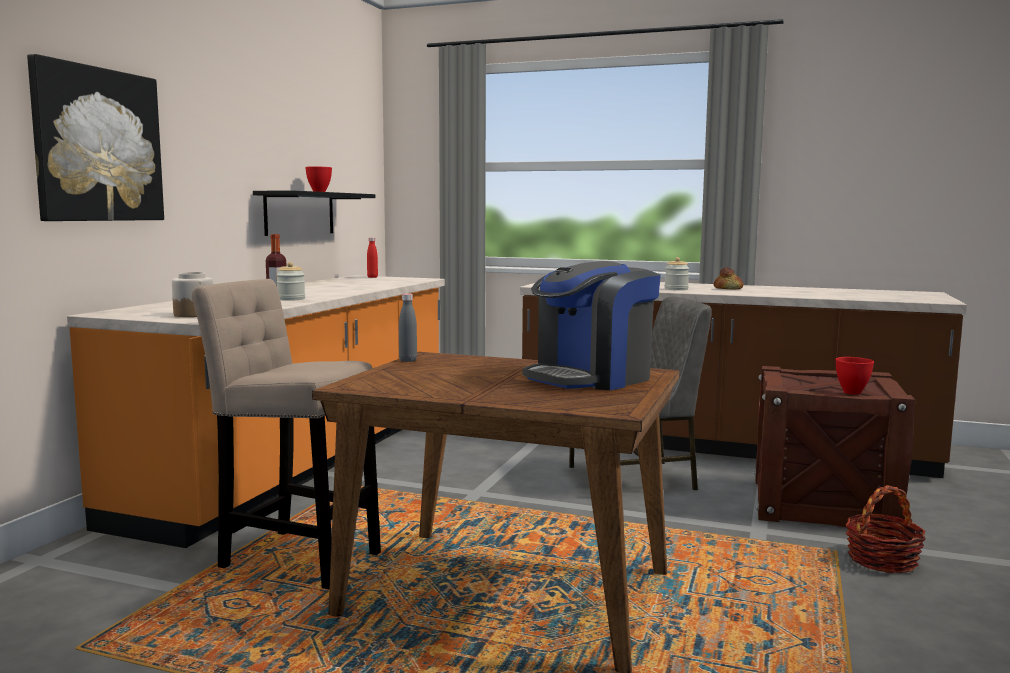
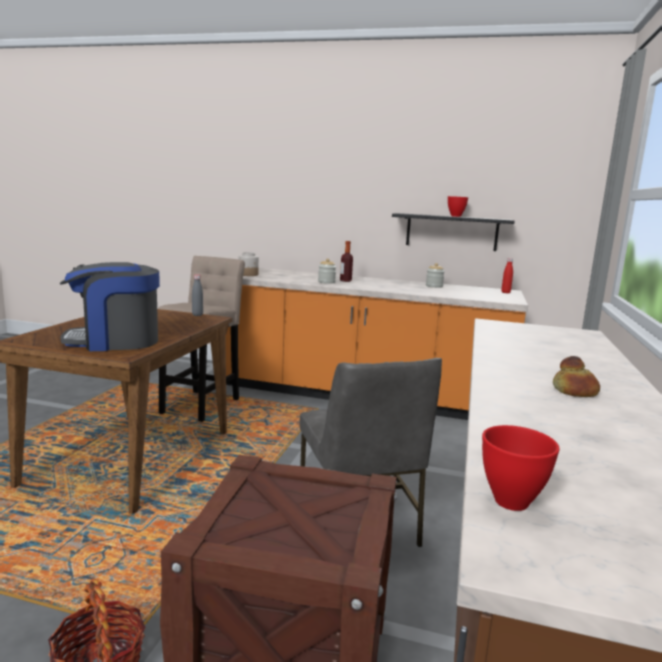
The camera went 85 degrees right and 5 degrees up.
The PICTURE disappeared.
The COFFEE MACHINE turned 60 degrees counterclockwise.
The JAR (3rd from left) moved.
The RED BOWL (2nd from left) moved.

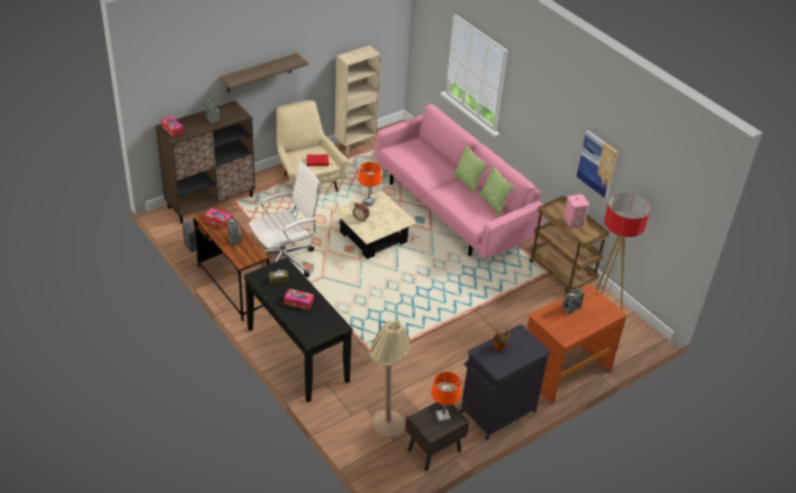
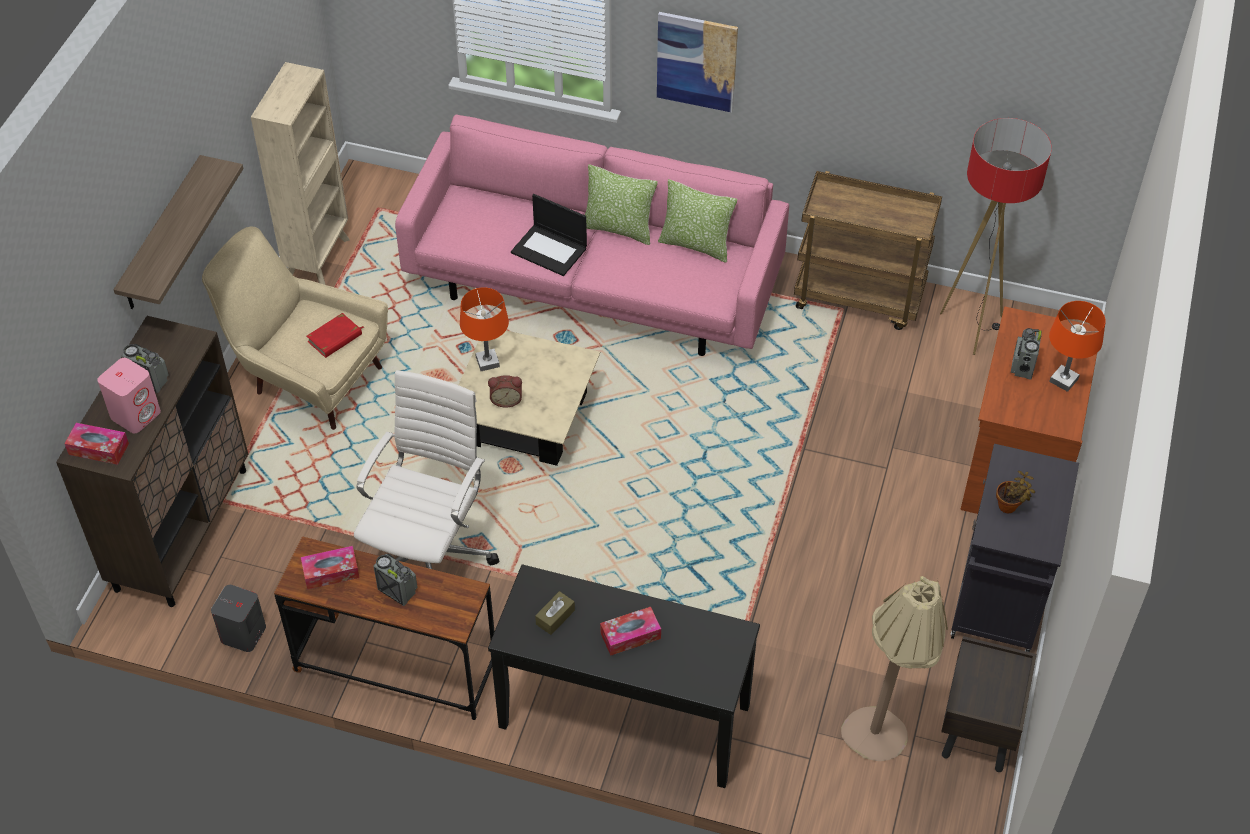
The camera went 35 degrees left and 10 degrees up.
The ORANGE TABLE LAMP (2nd from left) moved.
The PINK SPEAKER moved.
The PICTURE moved.
The LAPTOP appeared.

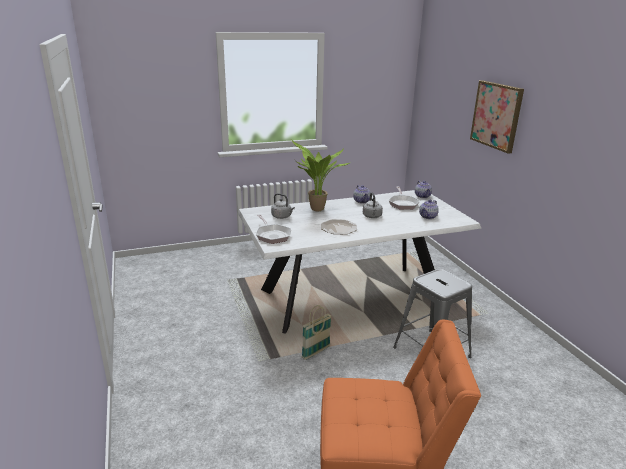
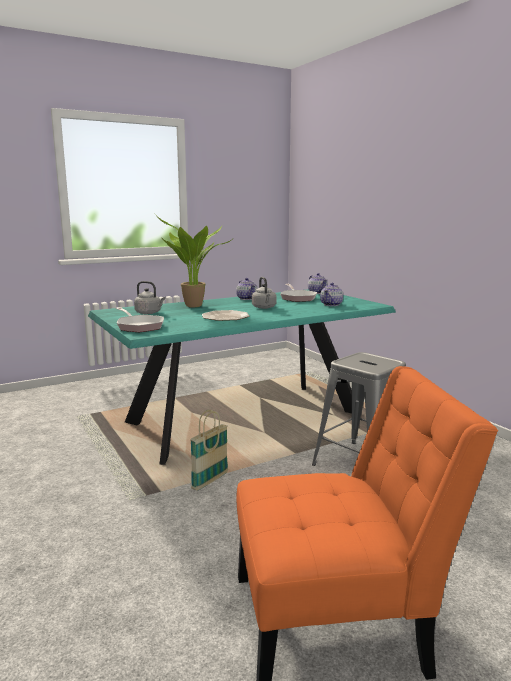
The camera went 10 degrees left and 10 degrees down.
The WHITE DINING TABLE became the TURQUOISE DINING TABLE.
The PICTURE disappeared.

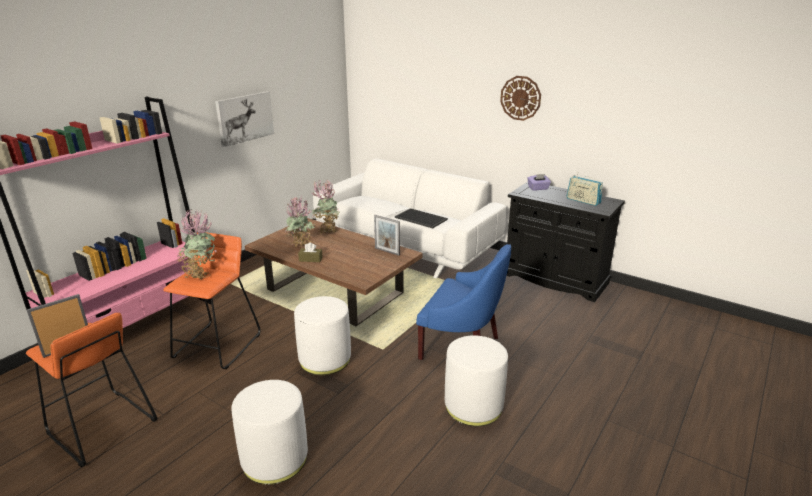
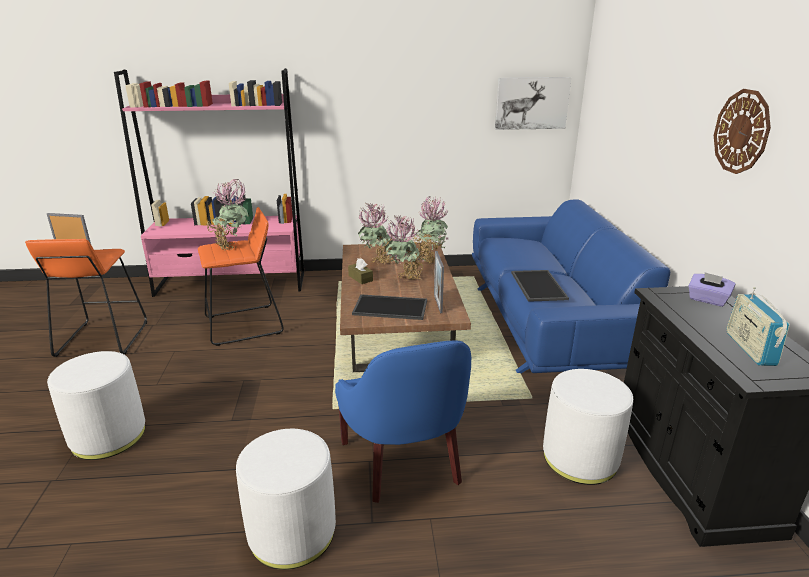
The camera went 50 degrees right and 0 degrees up.
The PICTURE moved.
The WHITE OTTOMAN (2nd from left in the first image) moved.
The WHITE SOFA became the BLUE SOFA.
The TRAY (1st from left) appeared.
The POTTED PLANT (3rd from left) appeared.

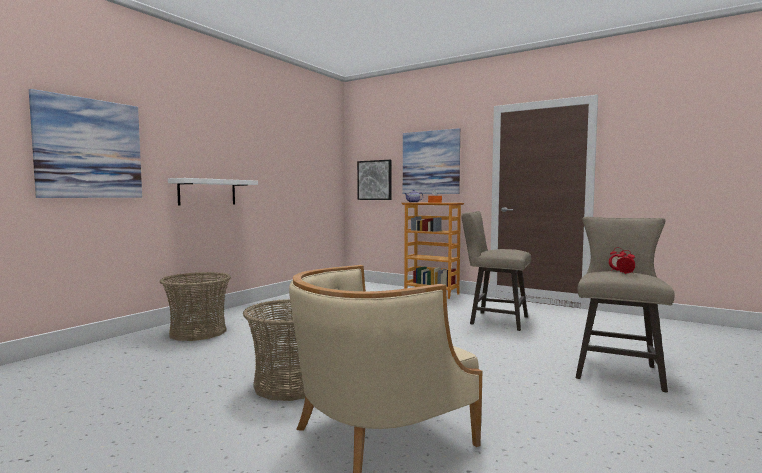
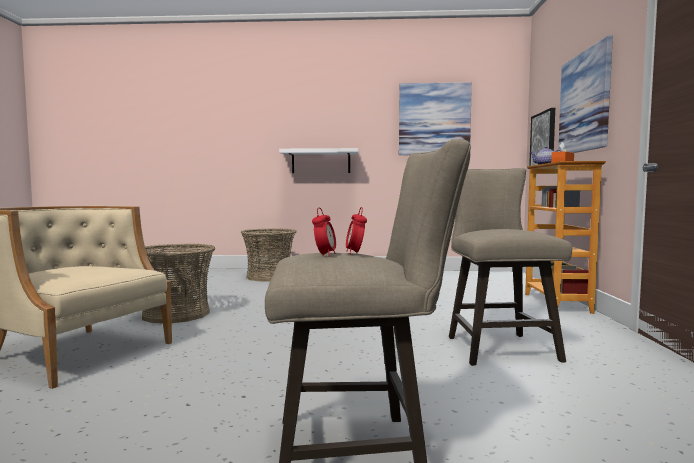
The camera went 60 degrees right and 0 degrees up.
The PICTURE (1st from left) moved.

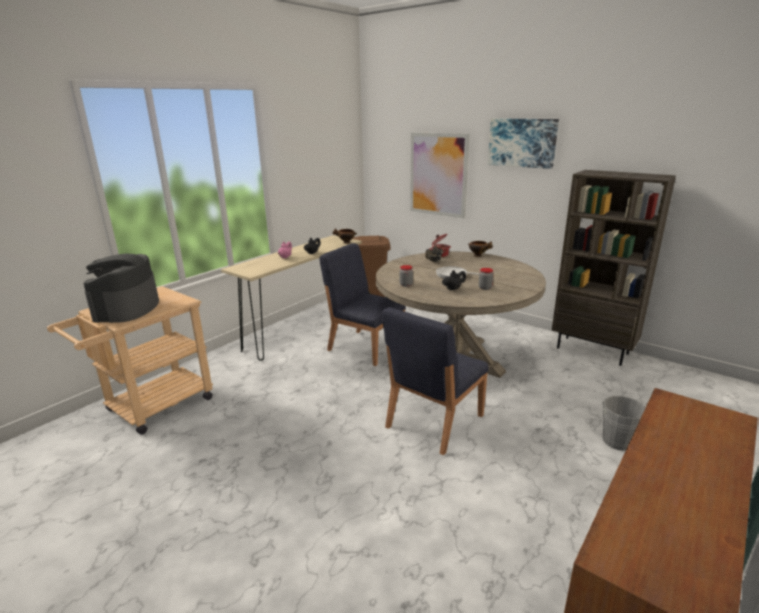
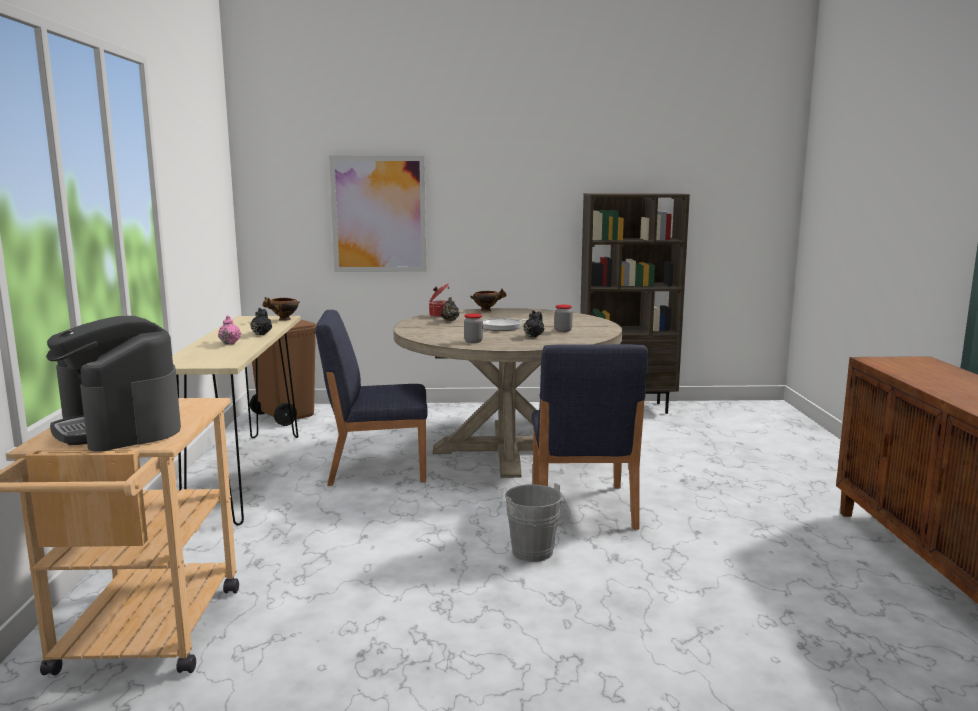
The camera went 40 degrees left and 10 degrees down.
The PICTURE (2nd from left) disappeared.
The GREY BUCKET moved.

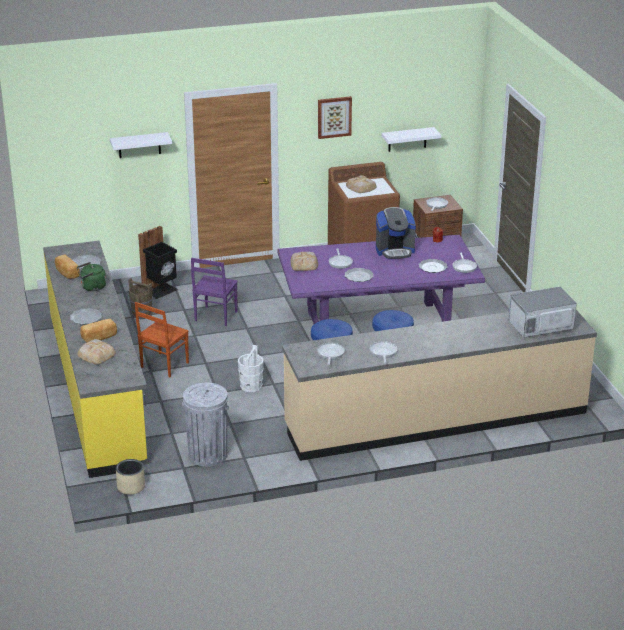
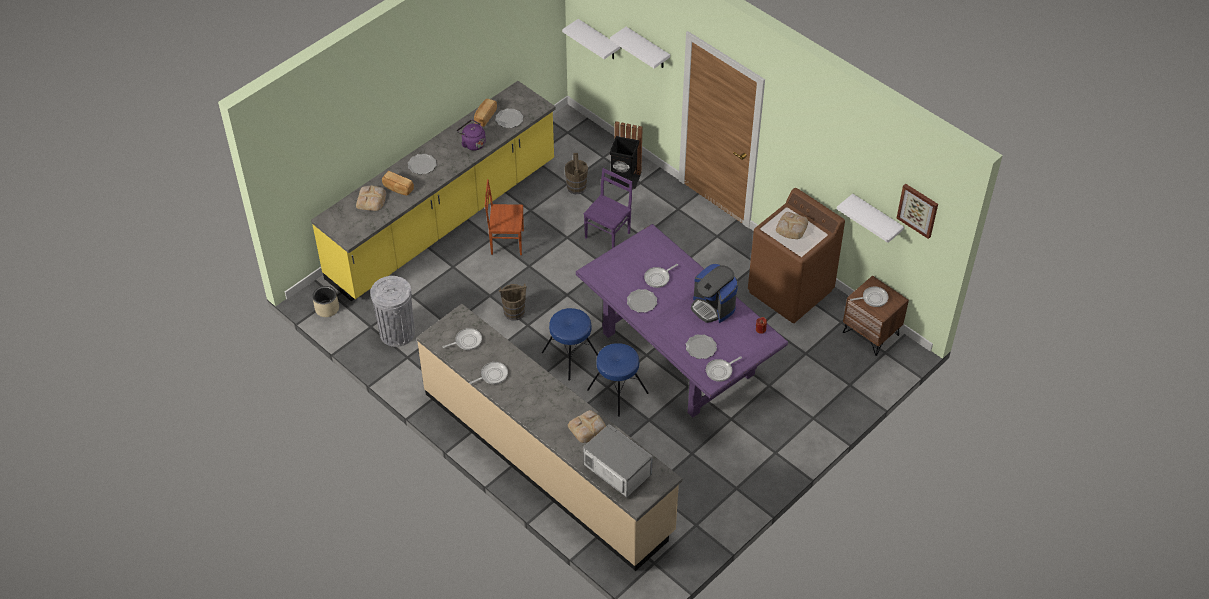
The camera went 60 degrees right and 20 degrees up.
The GREEN KETTLE became the PURPLE KETTLE.
The PURPLE CHAIR turned 135 degrees clockwise.
The WHITE BUCKET became the BROWN BUCKET (1st from left).
The BREAD (4th from left) moved.
The PICTURE moved.
The WHITE SHELF (1st from left) appeared.

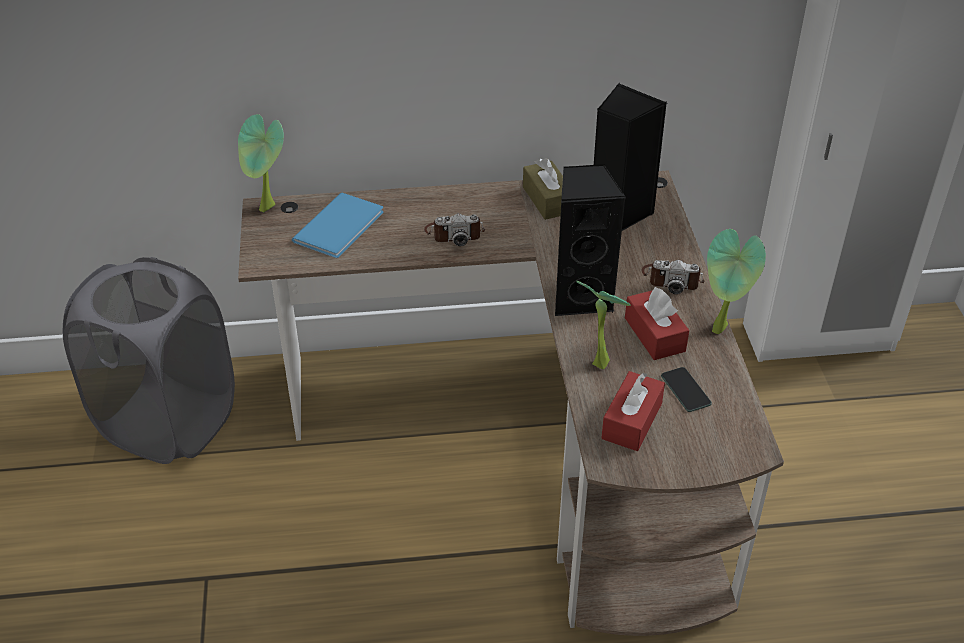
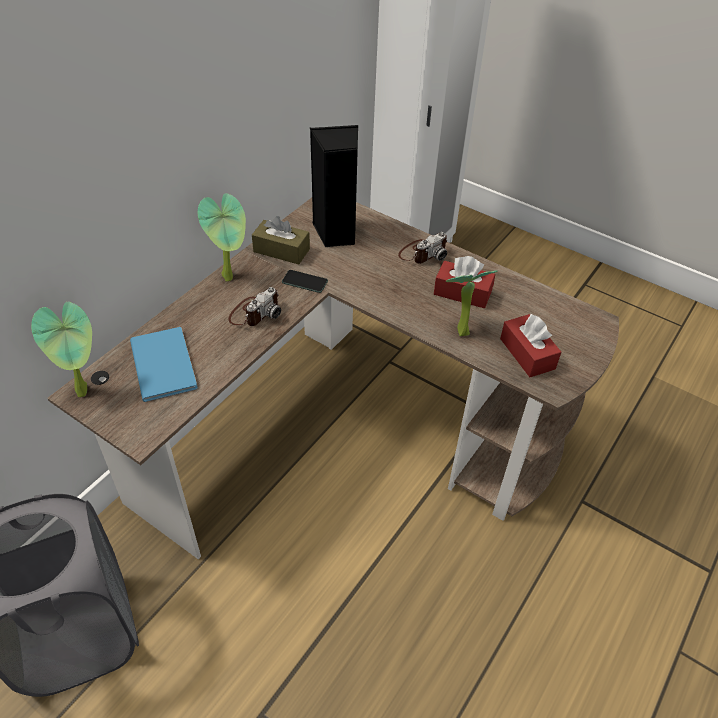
The camera went 50 degrees left and 5 degrees up.
The BLACK SPEAKER (1st from left) disappeared.
The PHONE moved.
The POTTED PLANT (3rd from left in the first image) moved.

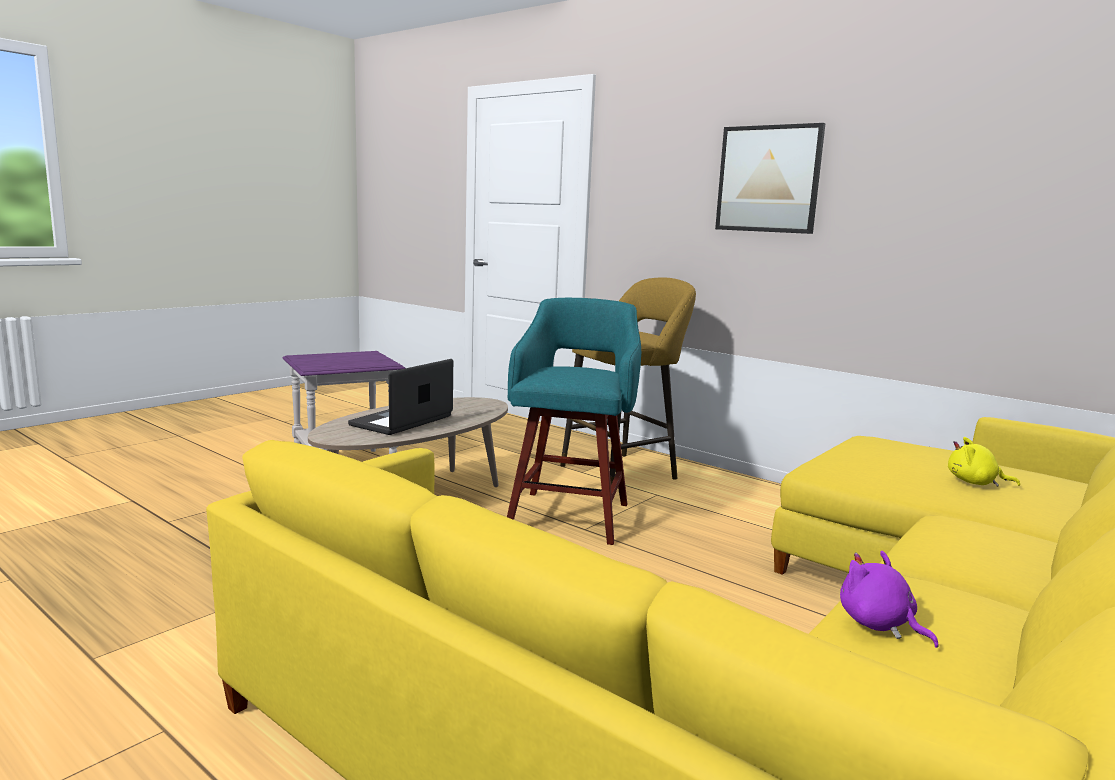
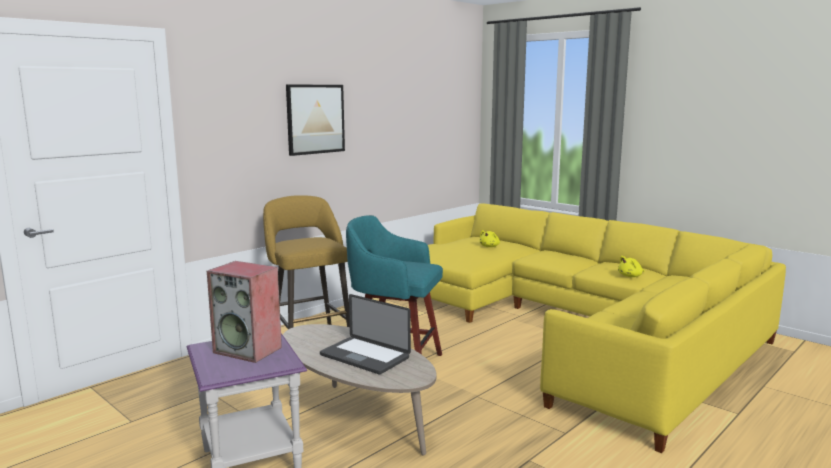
The camera went 85 degrees left and 0 degrees up.
The PURPLE PLUSH TOY became the YELLOW PLUSH TOY (2nd from left).
The SPEAKER appeared.

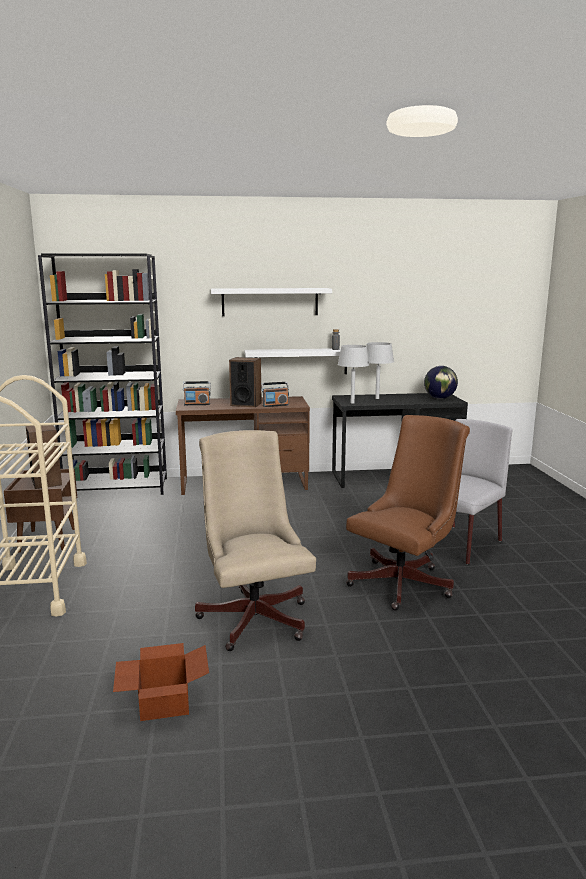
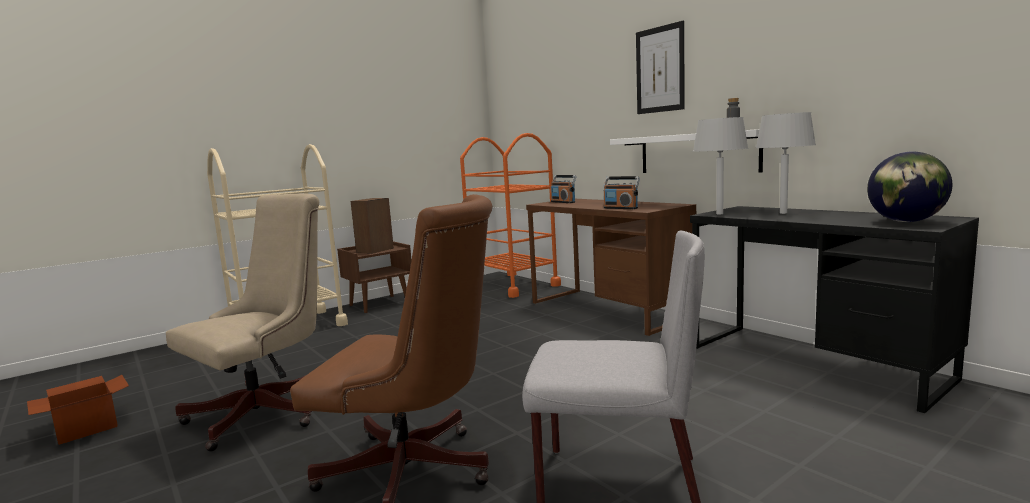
The camera went 60 degrees right and 5 degrees down.
The BLACK BOOKCASE was replaced by the ORANGE CART.
The WHITE SHELF (1st from left) was replaced by the PICTURE.
The SPEAKER (2nd from left) disappeared.

